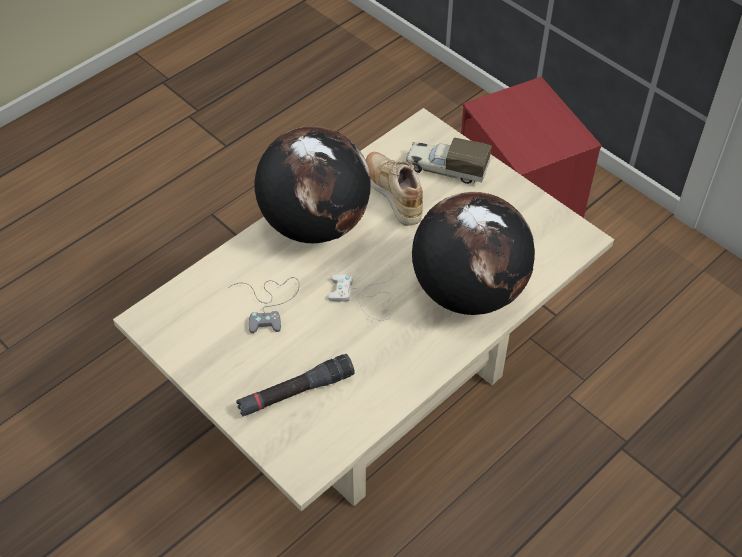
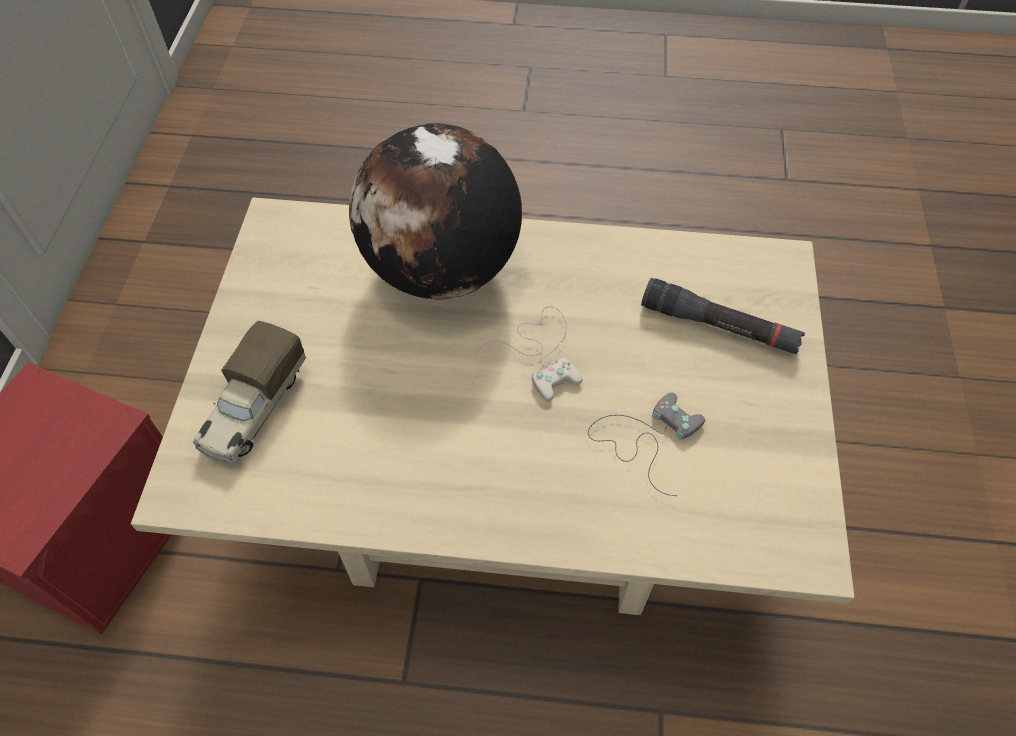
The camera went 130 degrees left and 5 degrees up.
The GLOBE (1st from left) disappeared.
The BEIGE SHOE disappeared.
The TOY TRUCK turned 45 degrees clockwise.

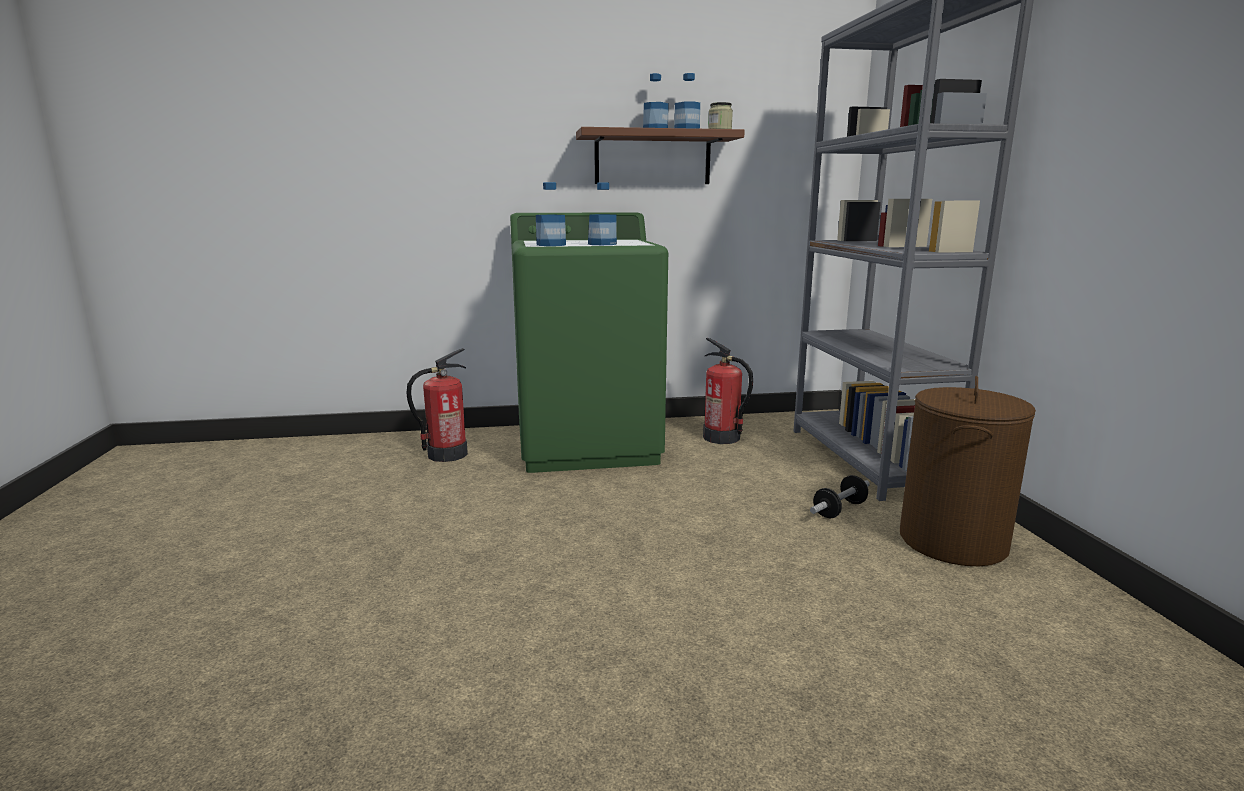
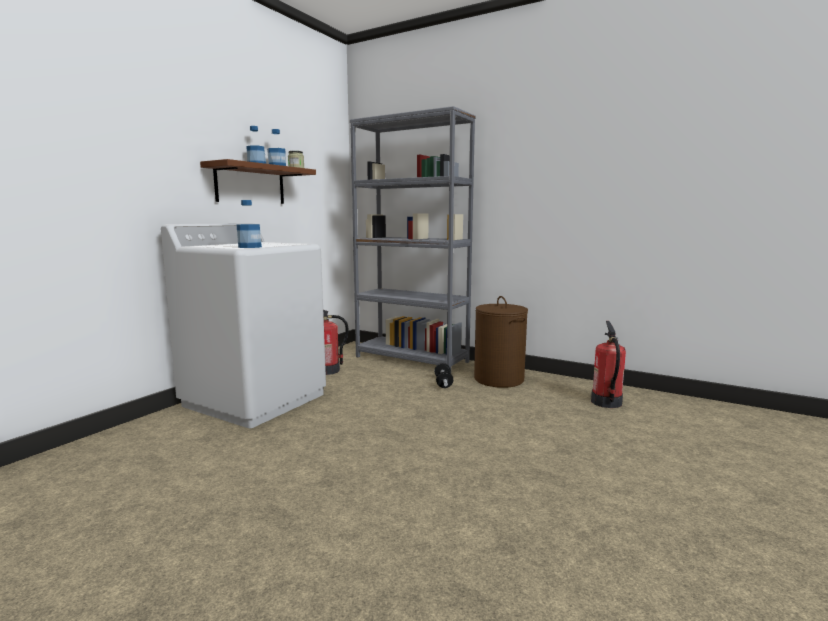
The camera went 50 degrees left and 5 degrees down.
The FIRE EXTINGUISHER (1st from left in the first image) moved.
The GREEN WASHING MACHINE became the WHITE WASHING MACHINE.
The BOTTLE (2nd from left) disappeared.

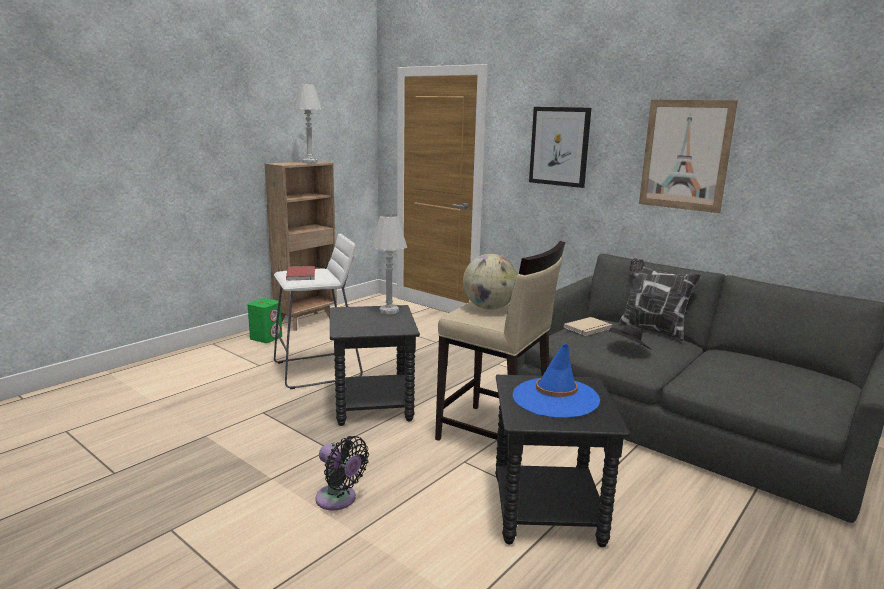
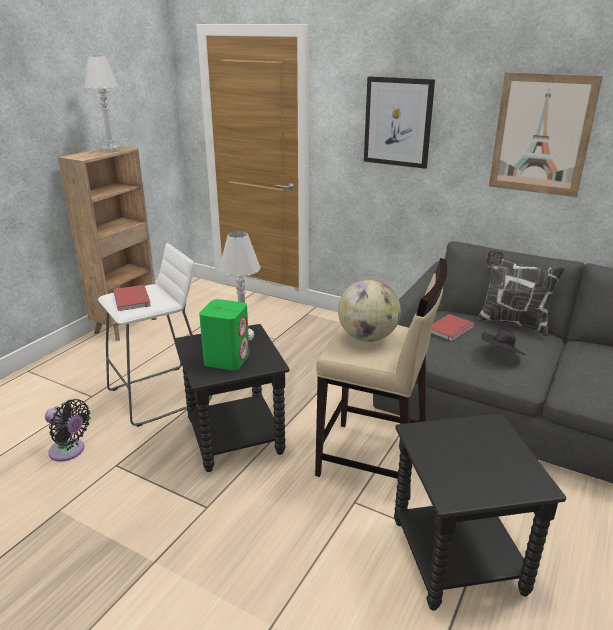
The camera went 10 degrees left and 10 degrees up.
The GREEN SPEAKER moved.
The BLACK FAN moved.
The BLUE HAT disappeared.
The BEIGE BOOK became the RED BOOK (2nd from left).

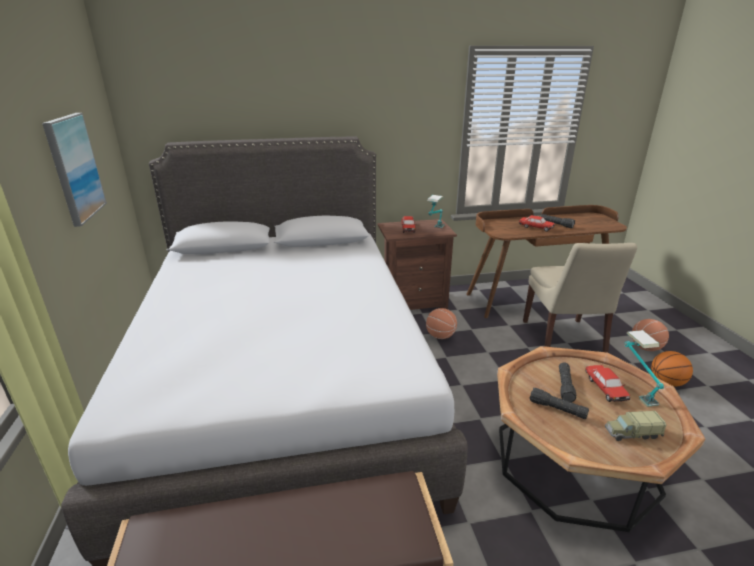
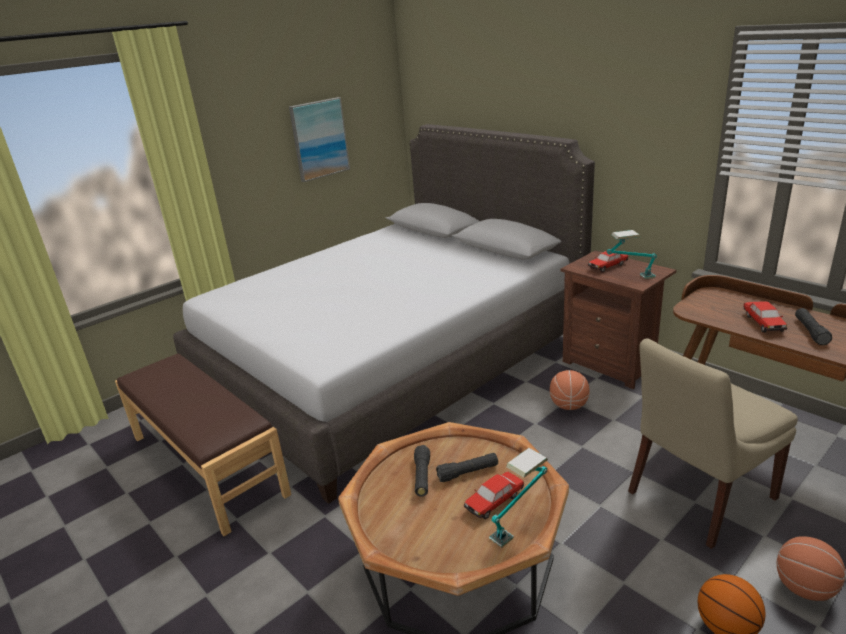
The camera went 60 degrees right and 0 degrees up.
The TOY TRUCK disappeared.

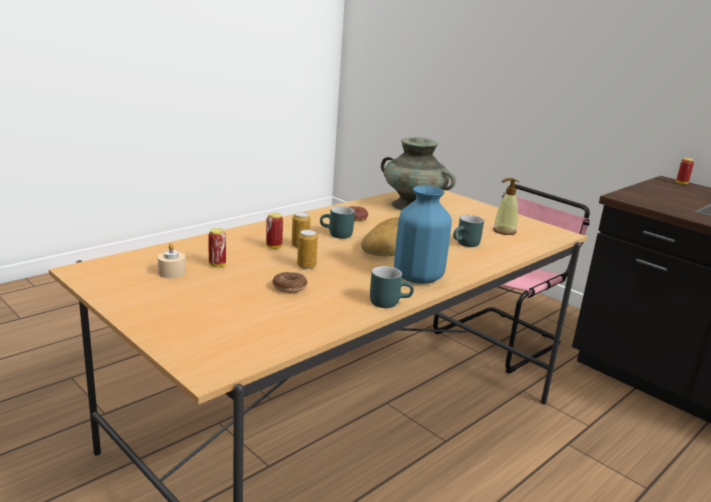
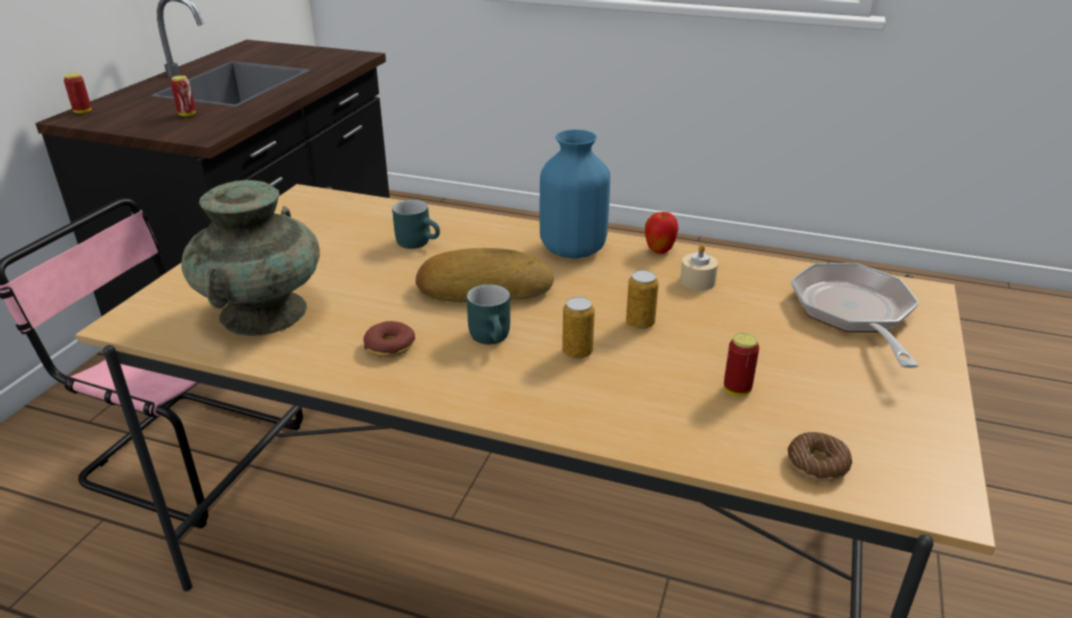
The camera went 115 degrees left and 10 degrees up.
The BEIGE CANDLE moved.
The CAN (2nd from left) moved.
The DONUT (1st from left in the first image) moved.
The TURQUOISE MUG (2nd from left) was replaced by the APPLE.
The SOAP DISPENSER disappeared.
The FRYING PAN appeared.

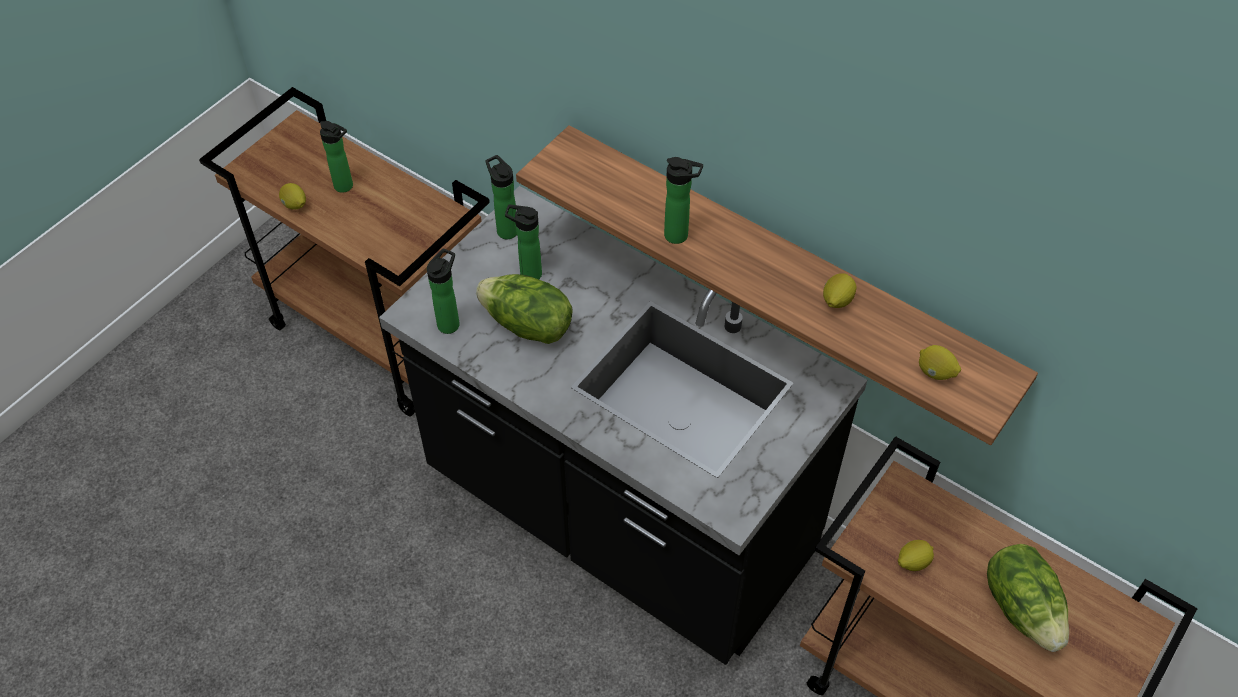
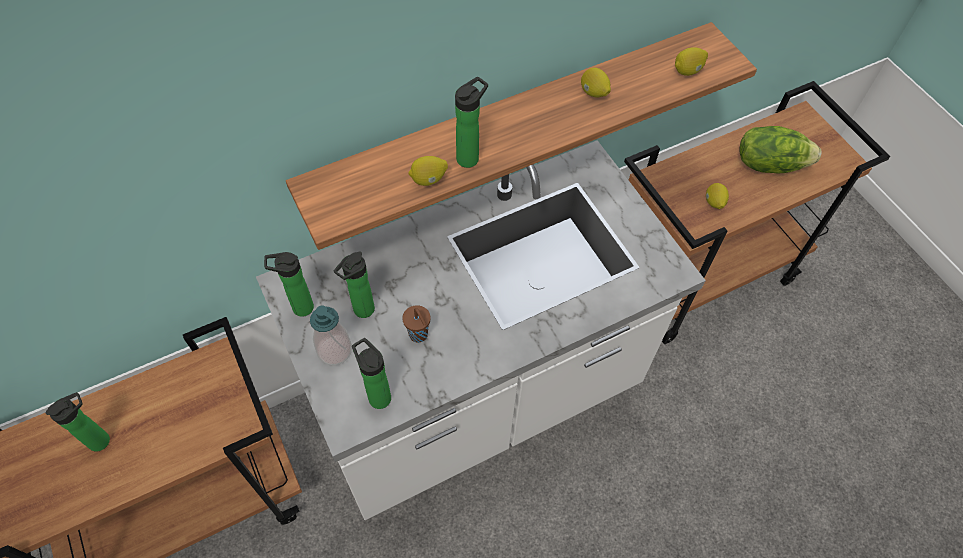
The camera went 65 degrees left and 5 degrees up.
The LEMON (1st from left) moved.
The BLACK COUNTER became the WHITE COUNTER.
The LETTUCE (1st from left) was replaced by the BROWN CUP.
The SOAP DISPENSER appeared.

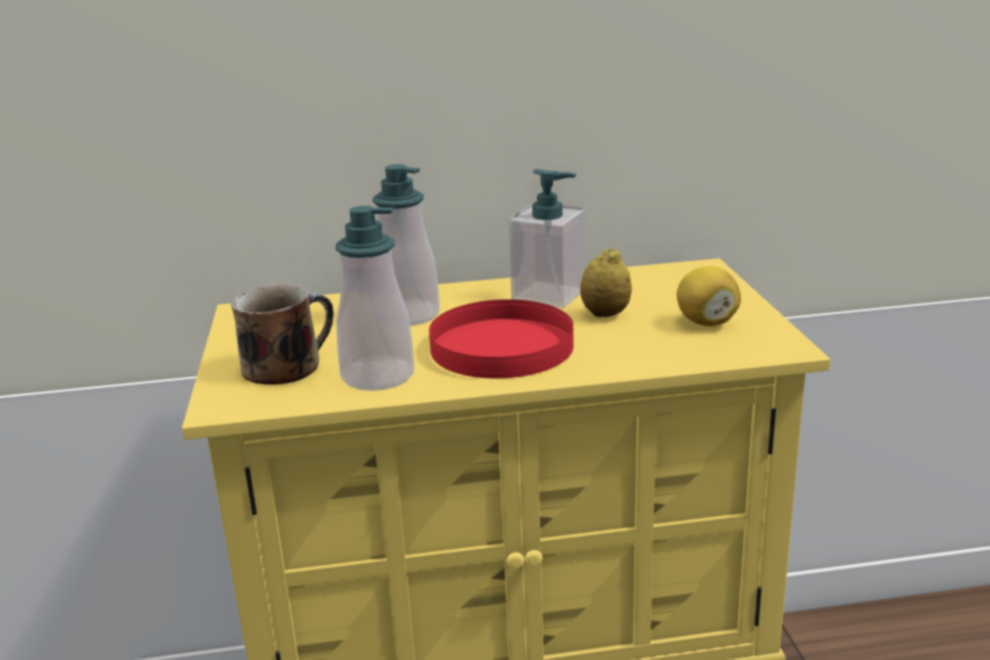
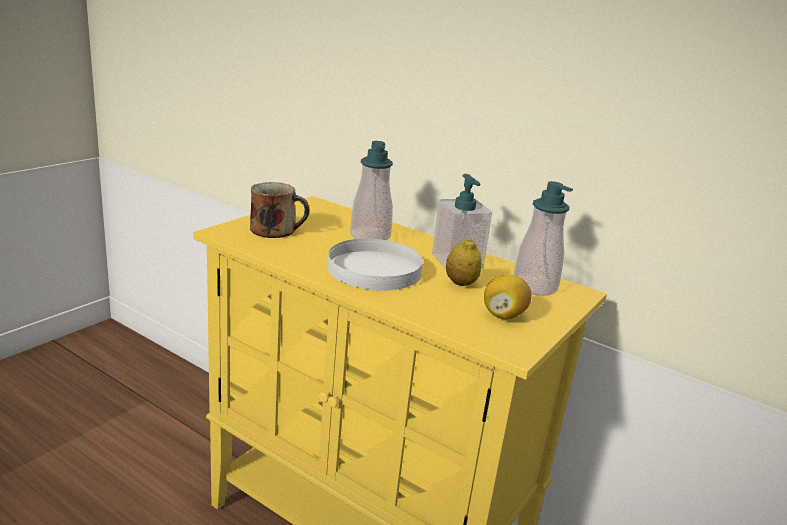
The camera went 40 degrees right and 0 degrees up.
The SOAP DISPENSER (1st from left in the first image) moved.
The RED PLATE became the WHITE PLATE.

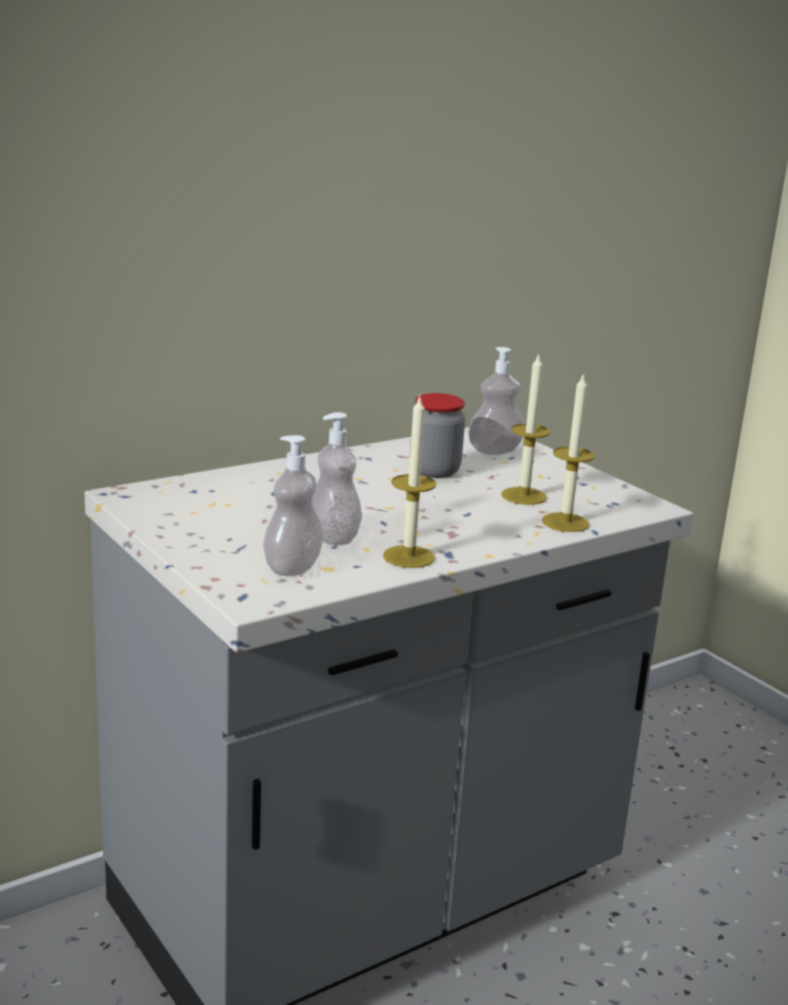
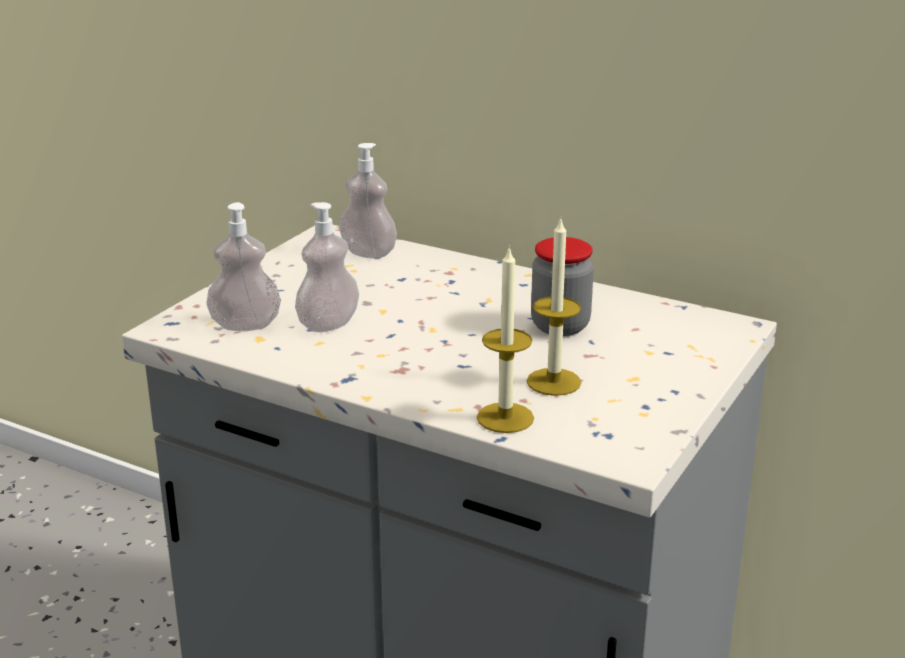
The camera went 65 degrees right and 5 degrees up.
The CANDLE (1st from left) disappeared.
The SOAP DISPENSER (3rd from left) moved.

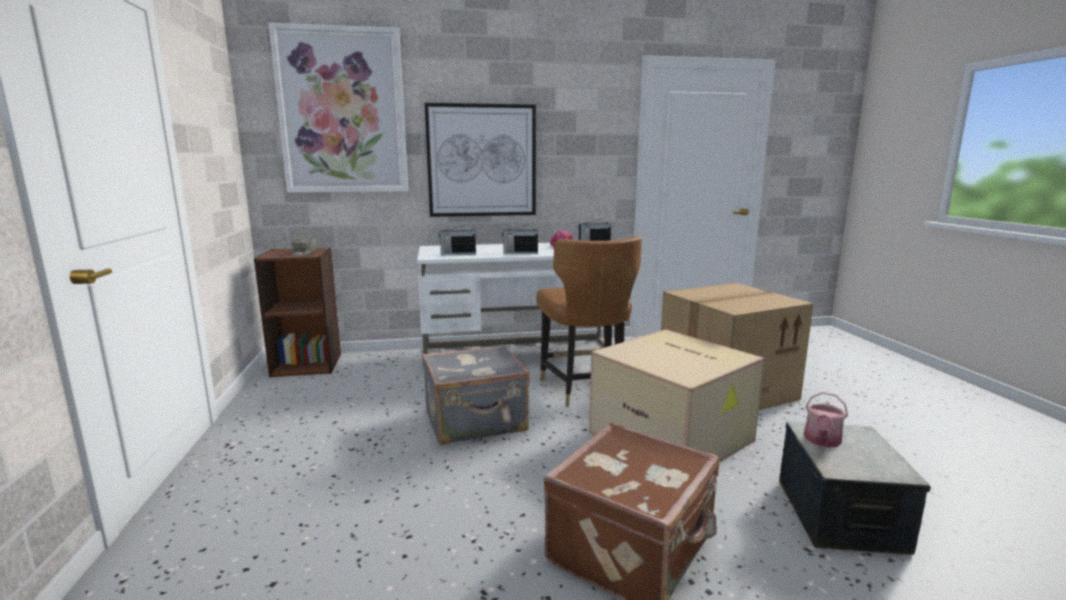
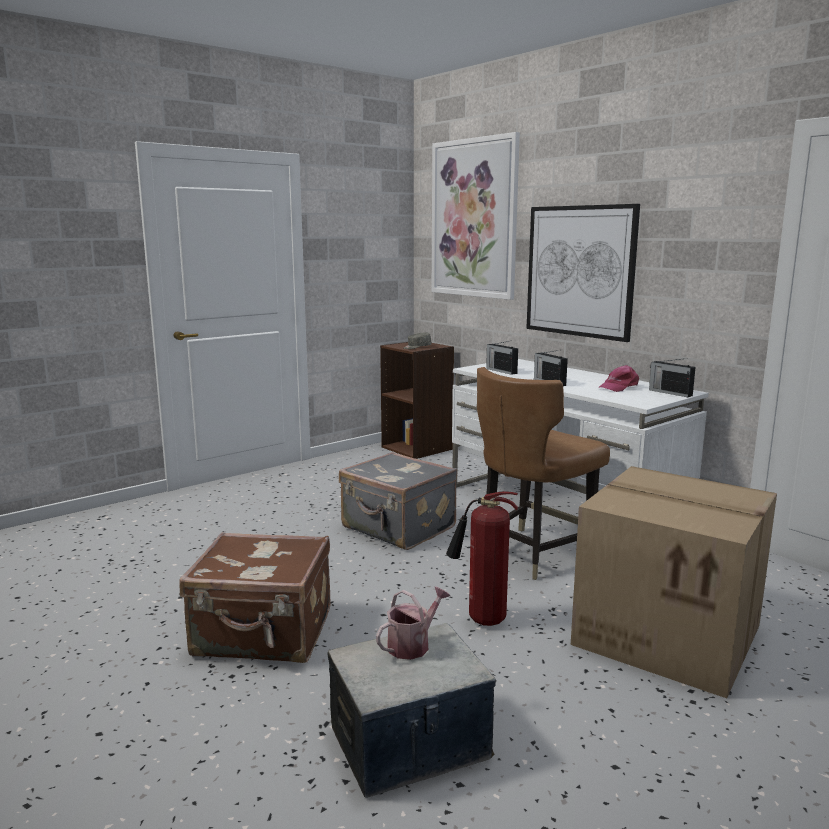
The camera went 60 degrees right and 0 degrees up.
The CARDBOARD BOX (1st from left) was replaced by the FIRE EXTINGUISHER.
The WATERING CAN turned 135 degrees clockwise.

